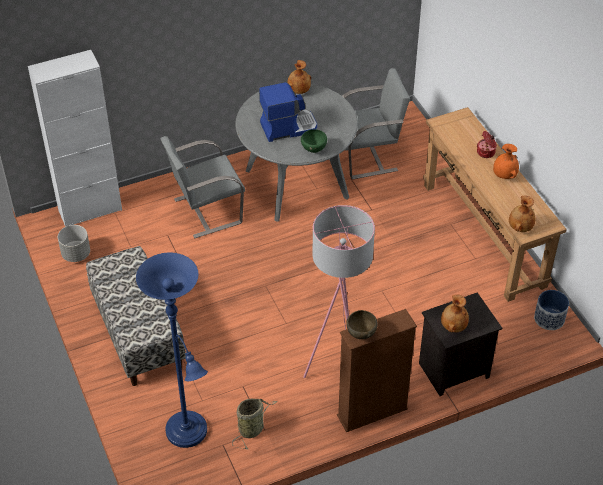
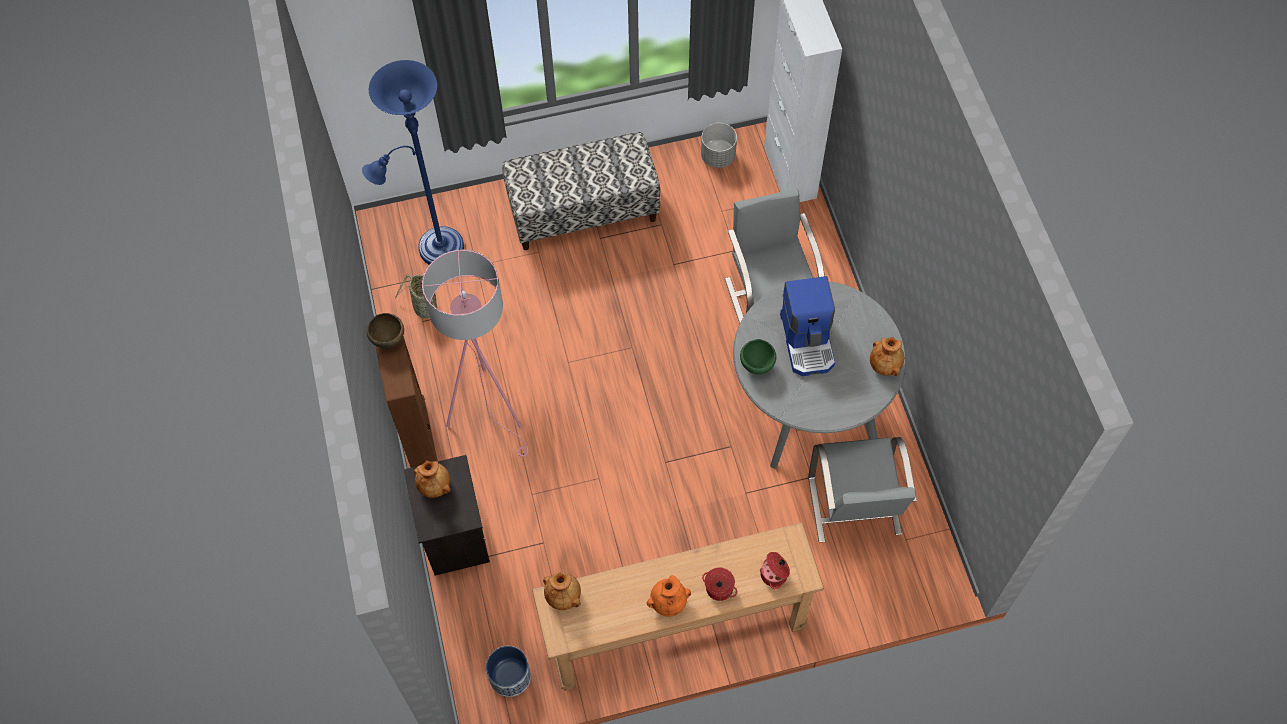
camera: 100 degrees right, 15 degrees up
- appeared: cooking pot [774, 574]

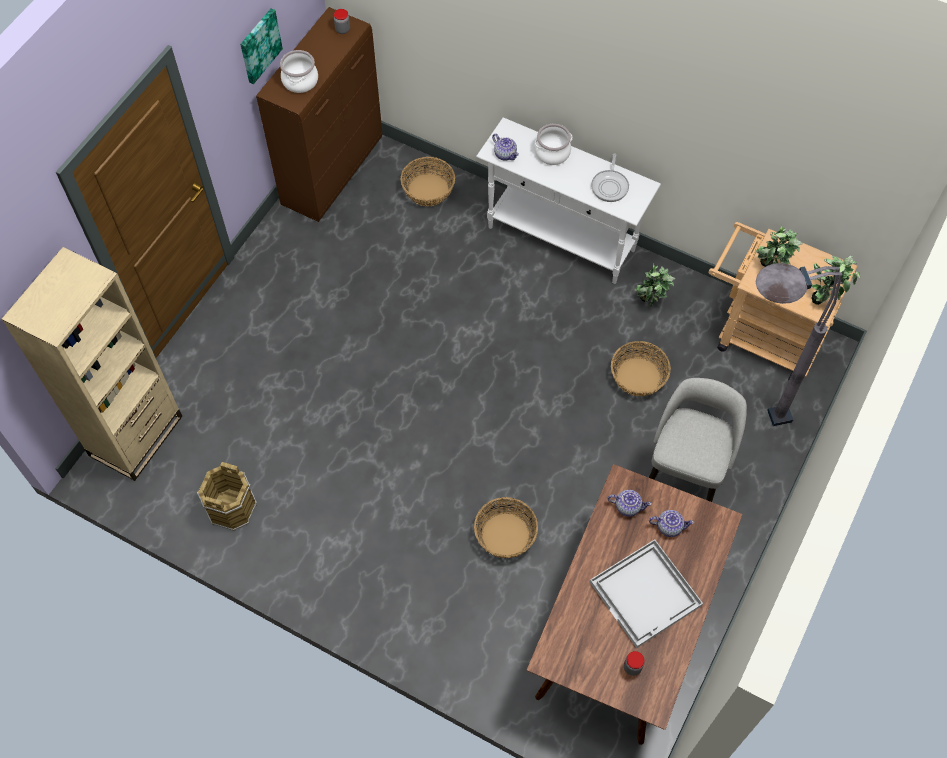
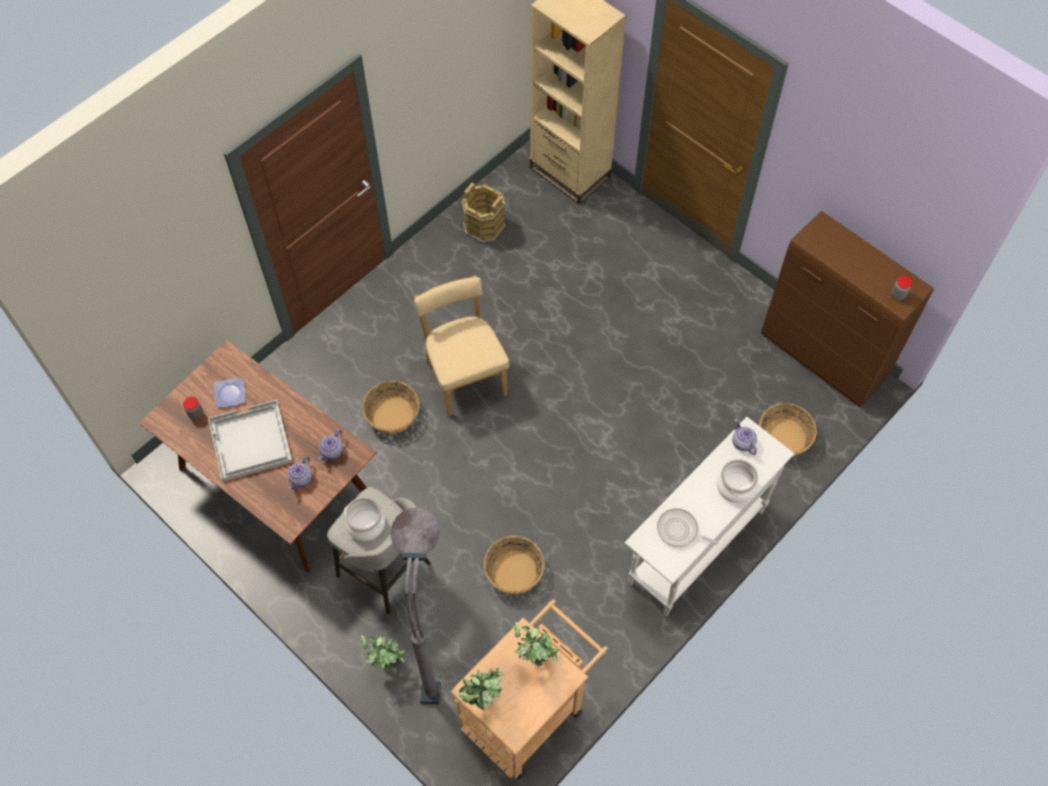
camera: 105 degrees right, 0 degrees up
- missing: picture [259, 45]
- relocated: cooking pot [300, 81] to [365, 525]
- spun: teapot [505, 154] = [742, 443] 90 degrees clockwise
- relocated: potted plant [650, 302] to [387, 664]
- appeared: chair (beige) [464, 375]
- appeared: plate [230, 393]

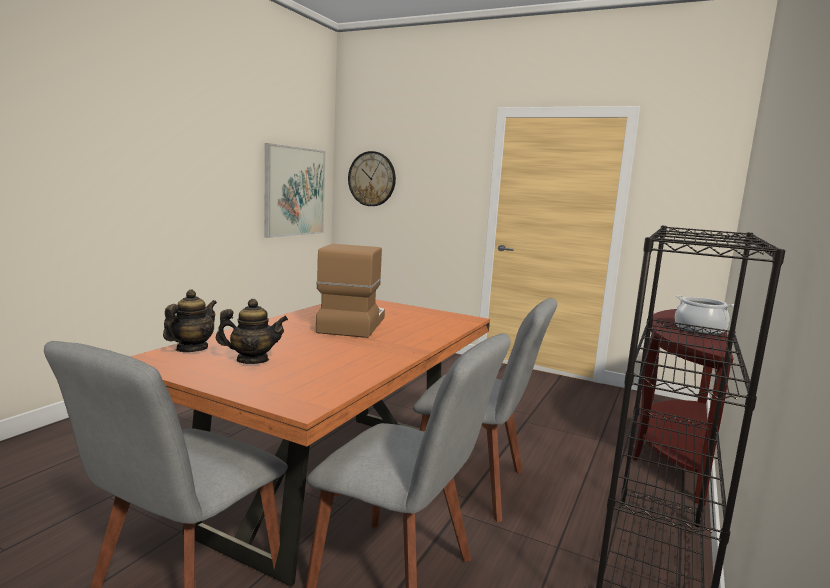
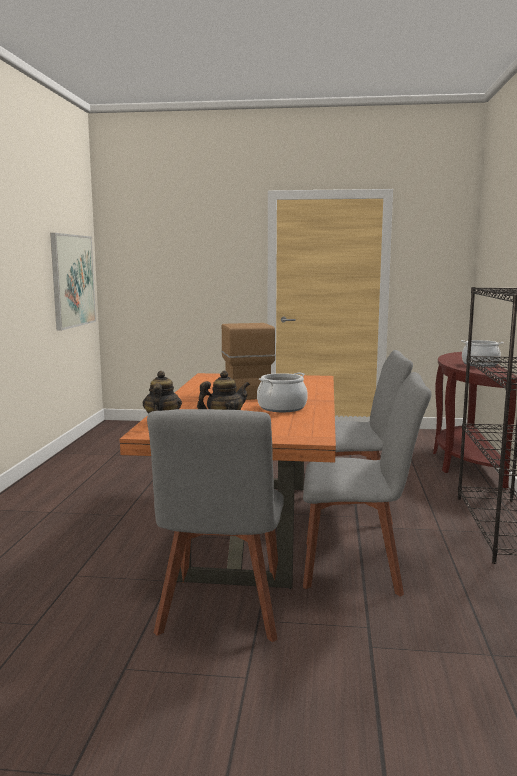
camera: 20 degrees left, 0 degrees up
- missing: wall clock [372, 179]
- appeared: cooking pot [282, 408]

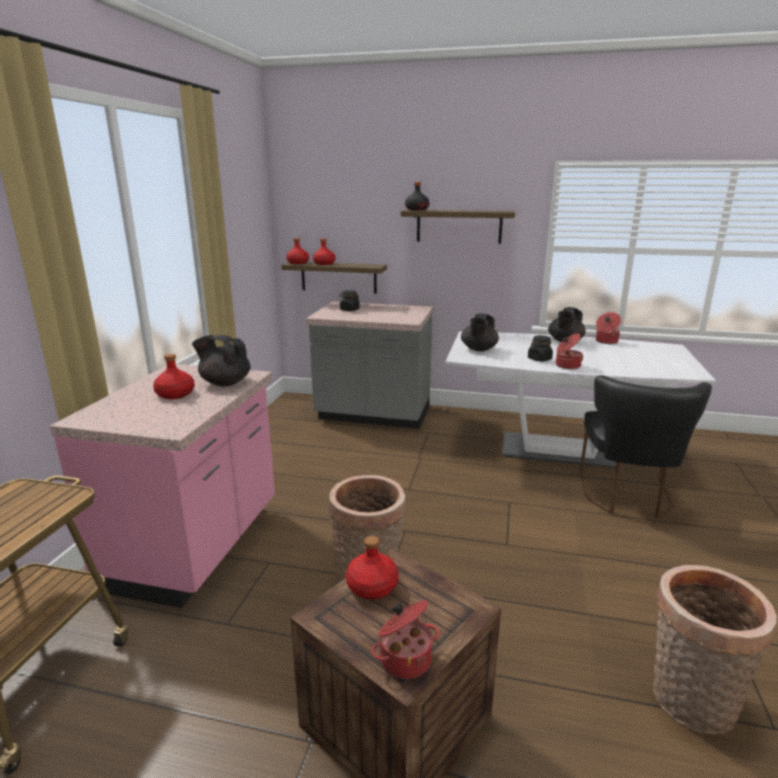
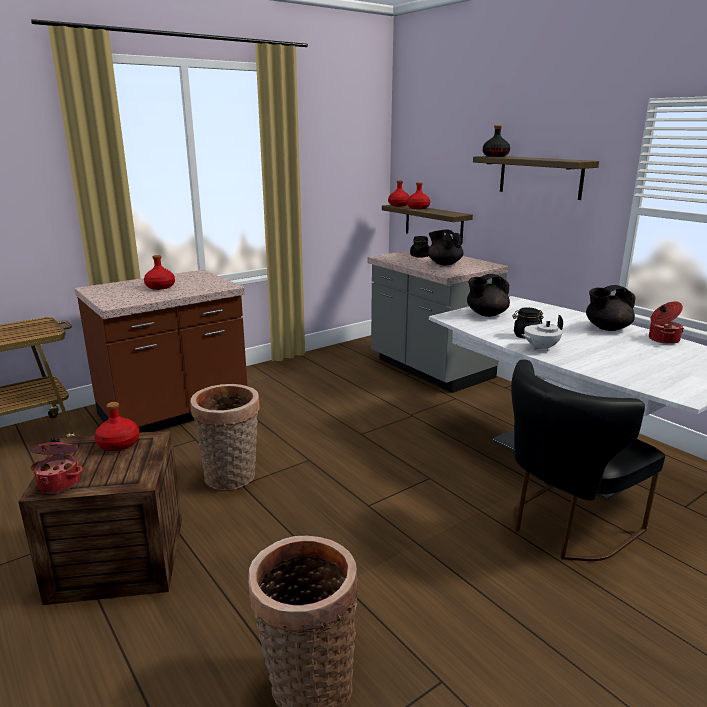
camera: 40 degrees right, 0 degrees up
- exchanged: cooking pot [567, 366] to teapot (white) [540, 348]
- relocated: teapot (black) [225, 383] to [444, 264]
- colour: counter (pink) [196, 546] to counter (brown) [174, 413]

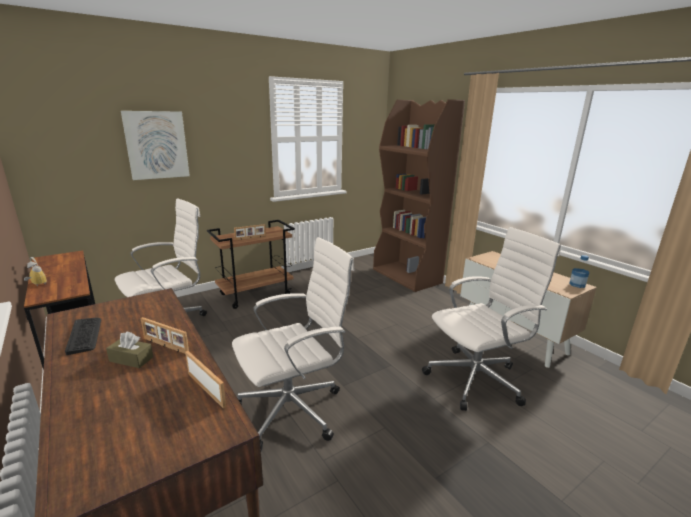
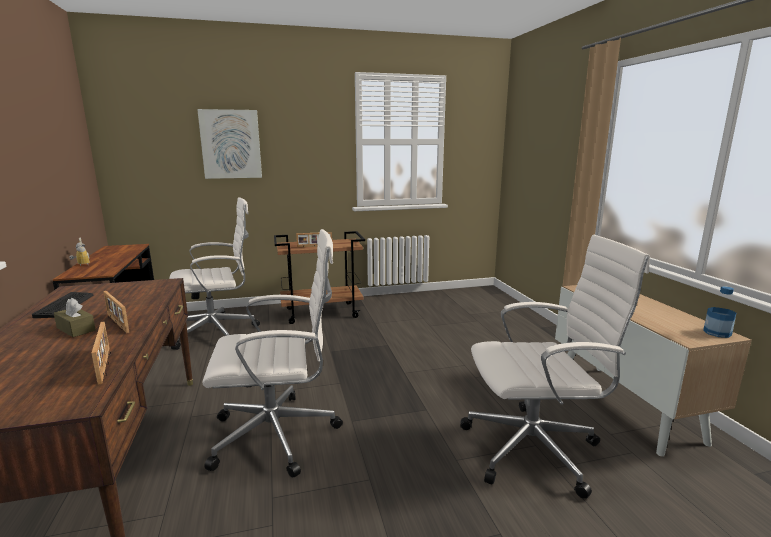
camera: 20 degrees right, 5 degrees down
- missing: bookcase (brown) [407, 276]

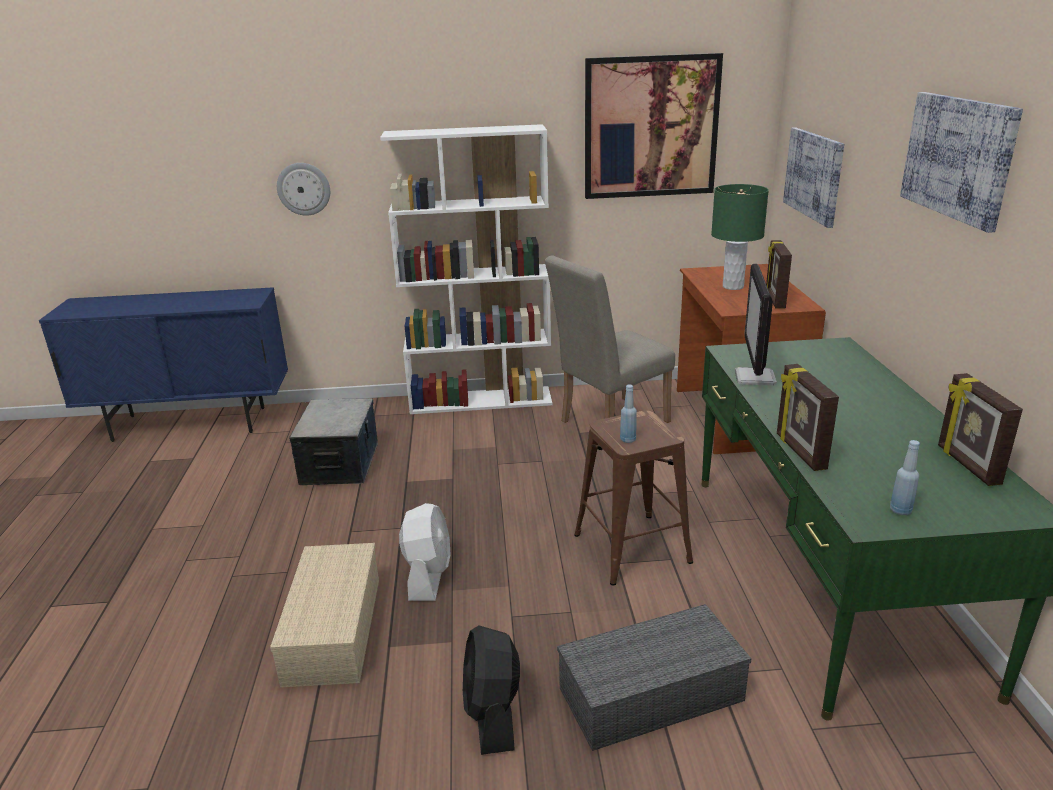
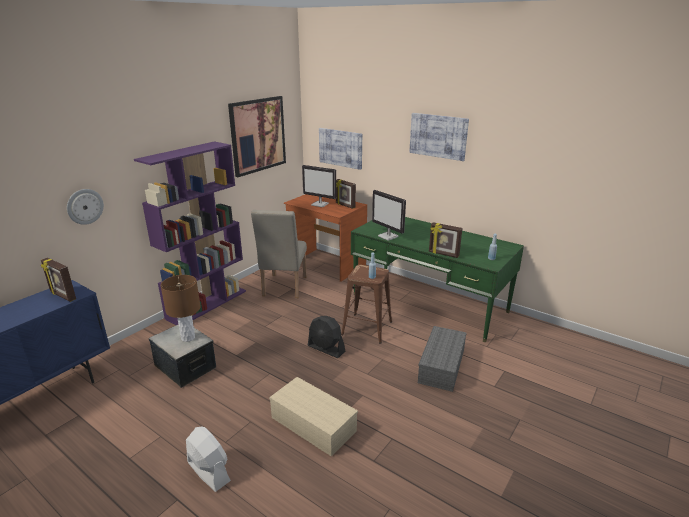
camera: 50 degrees left, 0 degrees up
- colour: bookcase (white) [481, 400] to bookcase (purple) [207, 304]
- exchanged: table lamp (green) [733, 286] to monitor [320, 204]
- relocated: picture frame [967, 465] to [62, 296]
- relocated: fan (white) [428, 575] to [208, 471]
- relocated: fan (black) [492, 713] to [326, 349]
- appeared: table lamp (brown) [188, 337]

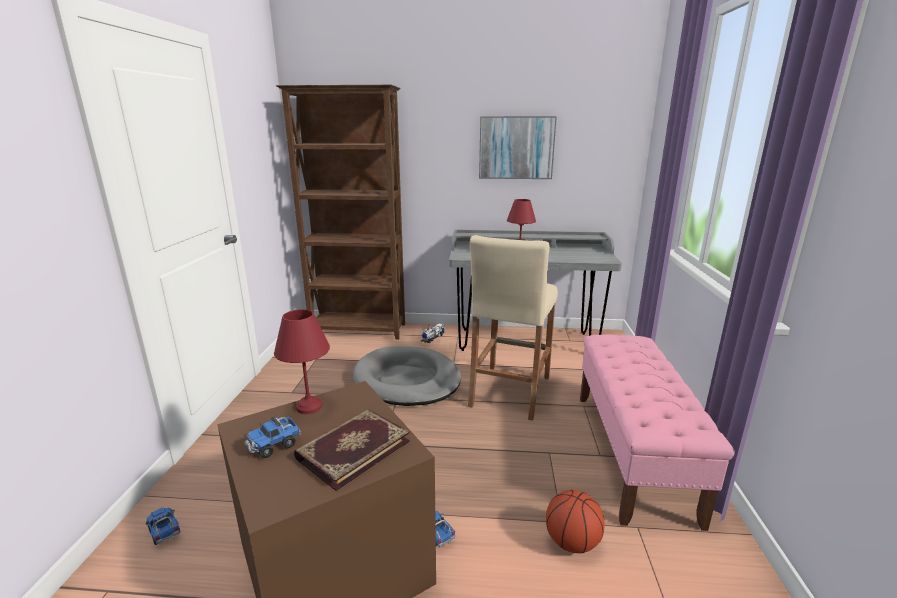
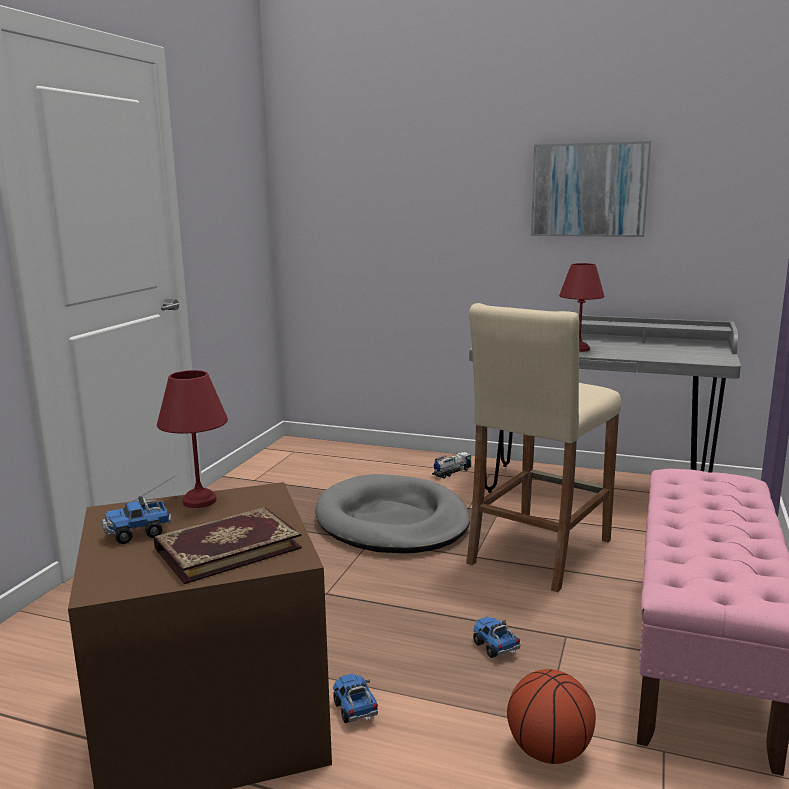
camera: 15 degrees right, 5 degrees down
- missing: bookcase (brown) [359, 330]
- relocated: toy truck [165, 532] to [495, 647]

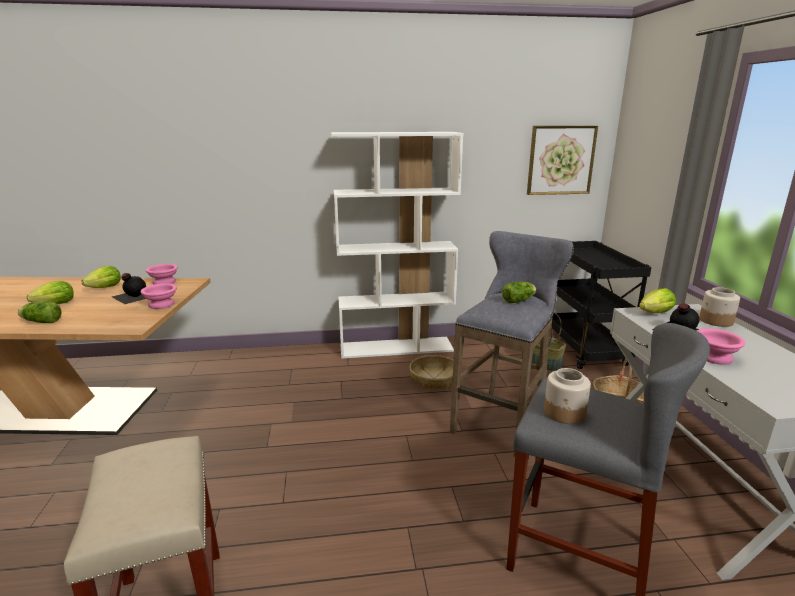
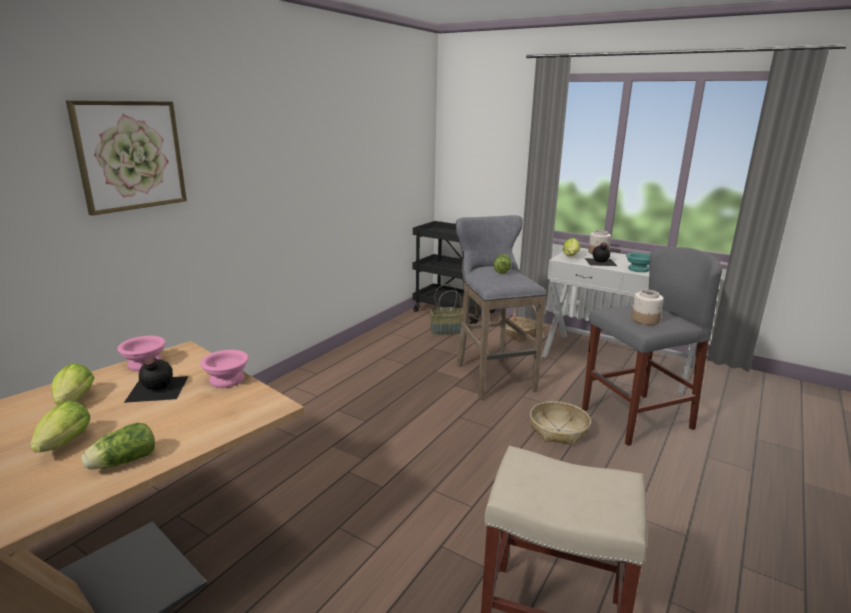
camera: 50 degrees left, 0 degrees up
- relocated: picture [560, 160] to [130, 155]
- missing: bookcase (white) [396, 347]
- colour: bowl (pink) [715, 358] to bowl (turquoise) [639, 269]
- relocated: basket [434, 378] to [558, 430]

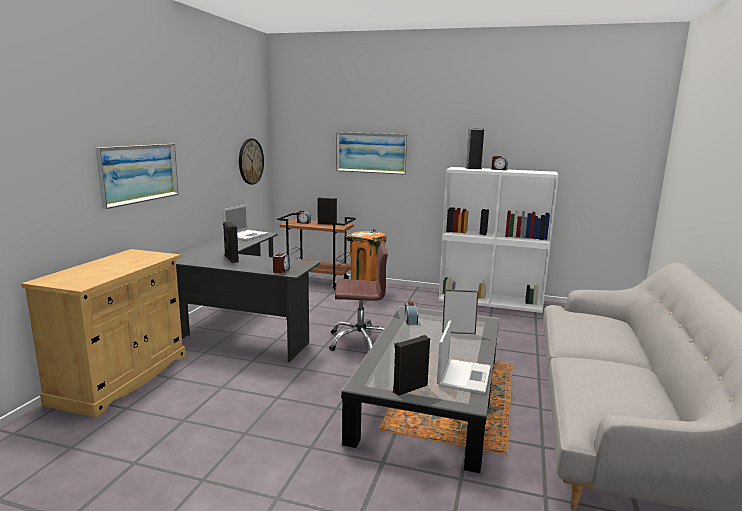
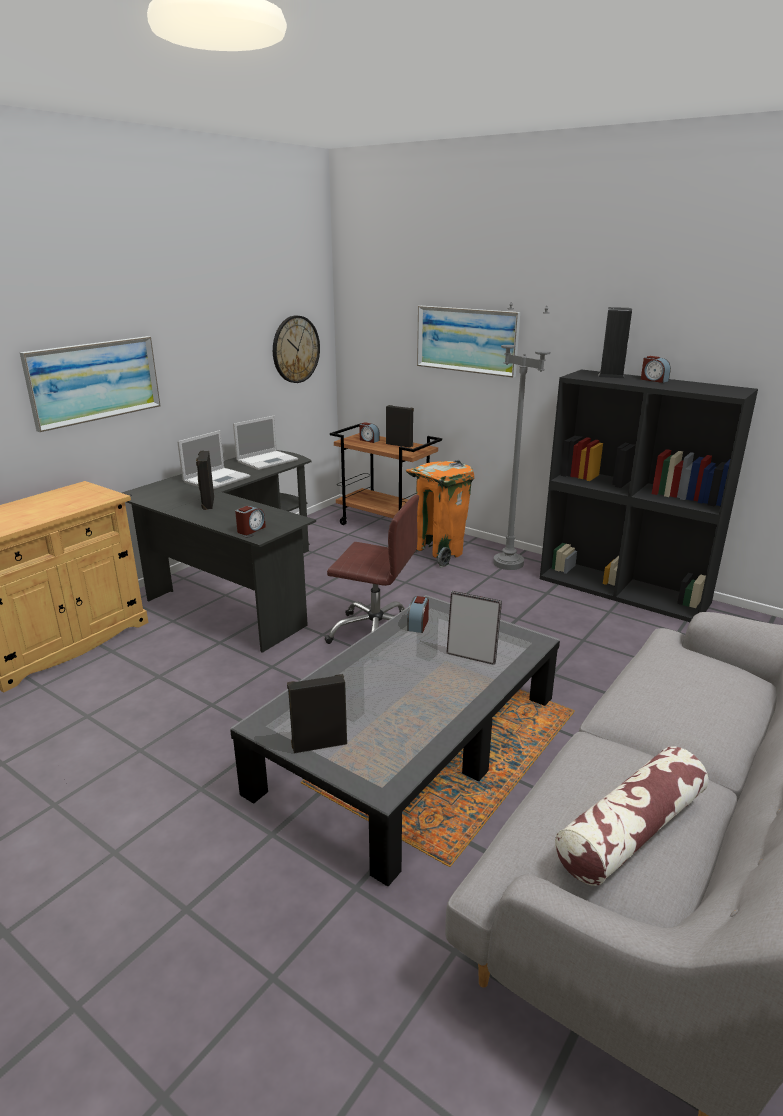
camera: 20 degrees right, 10 degrees up
- colour: bookcase (white) [490, 301] to bookcase (black) [624, 590]
- relocated: laptop [464, 375] to [217, 479]
- appeared: floor lamp (grey) [508, 563]
- appeared: pillow [631, 830]

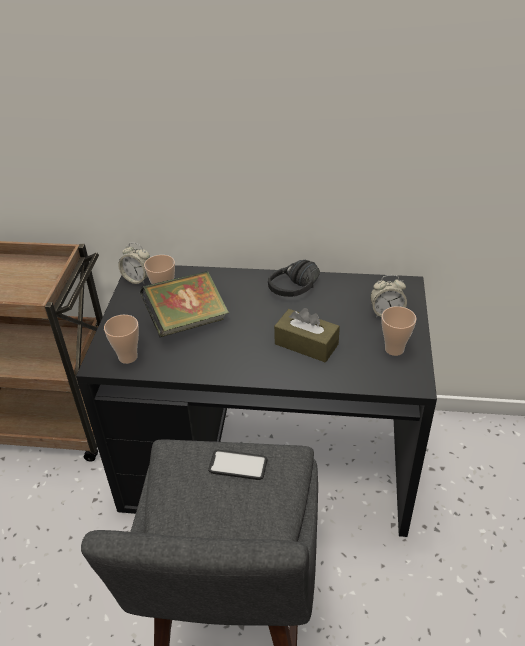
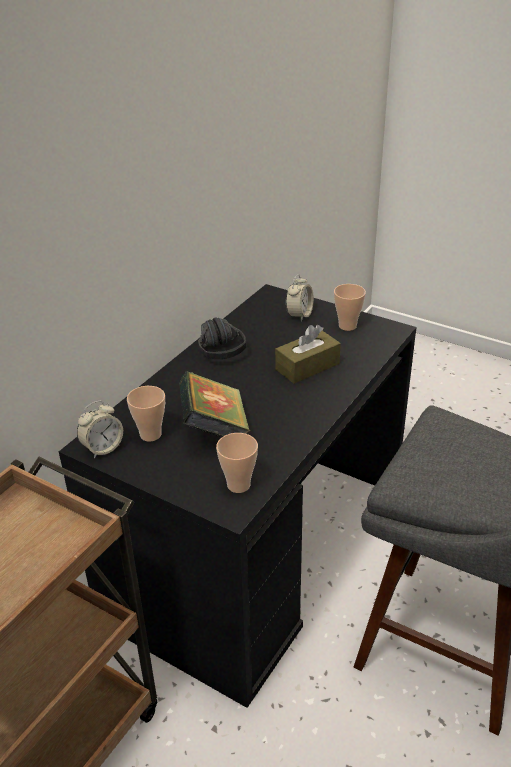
camera: 65 degrees left, 5 degrees down
- missing: phone [238, 465]

